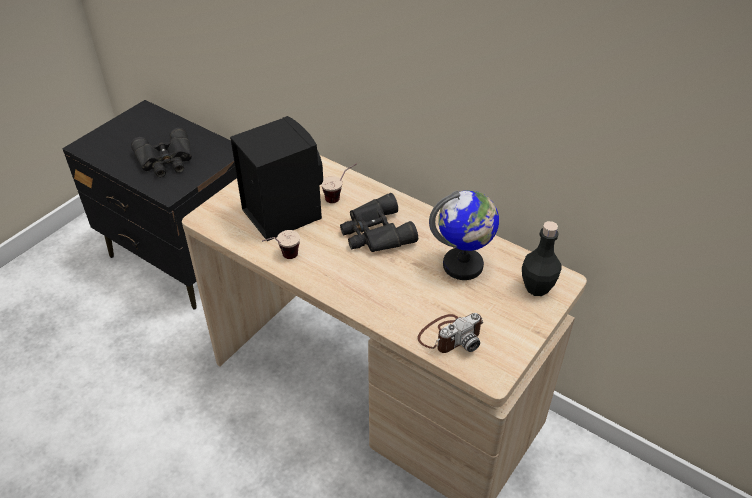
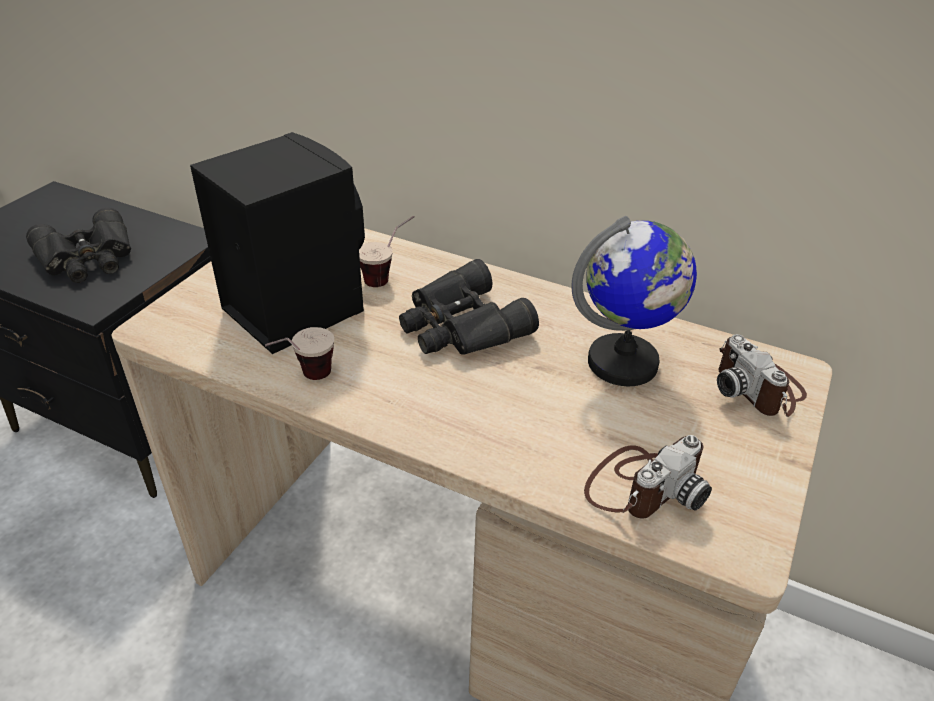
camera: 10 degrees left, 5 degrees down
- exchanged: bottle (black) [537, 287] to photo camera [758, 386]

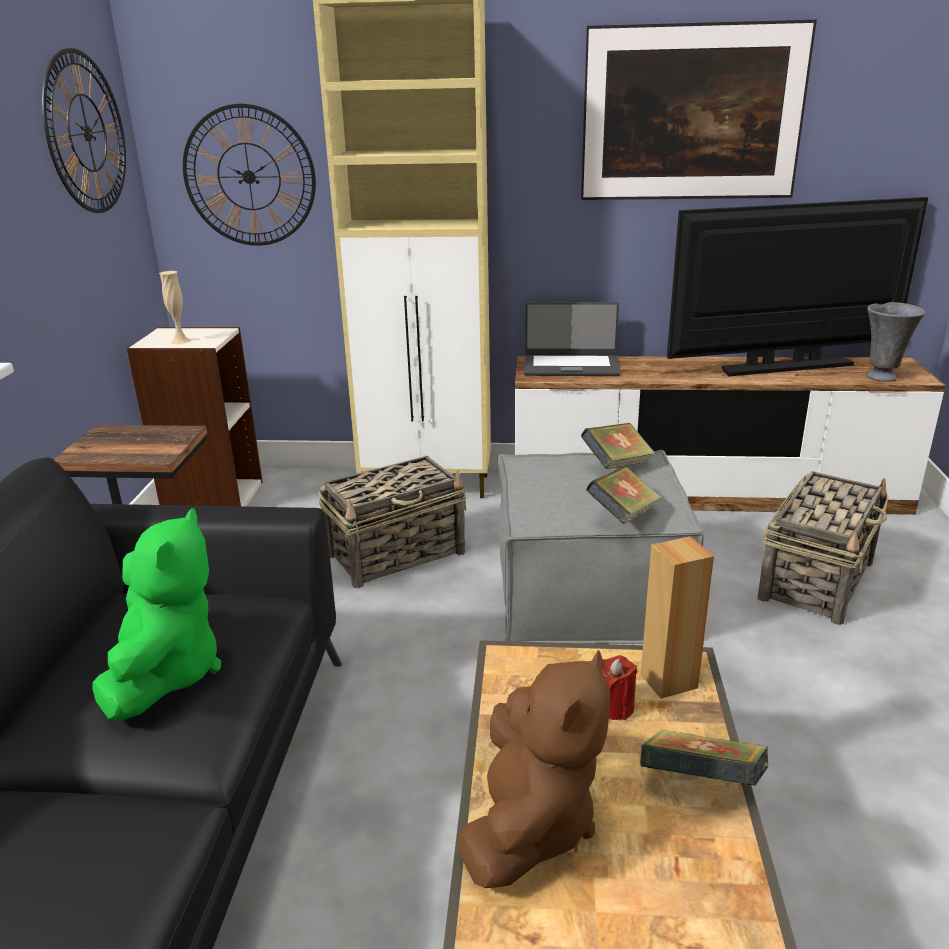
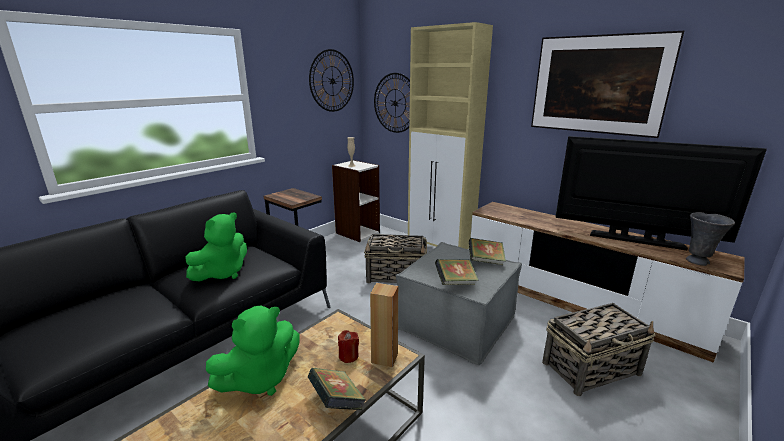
camera: 35 degrees right, 5 degrees down
- missing: laptop [571, 366]
- colour: plush toy (brown) [530, 825] to plush toy (green) [260, 379]

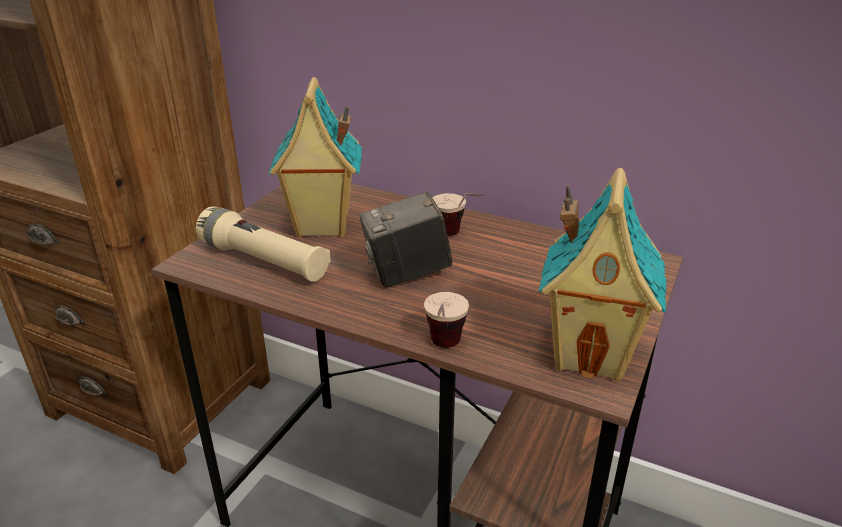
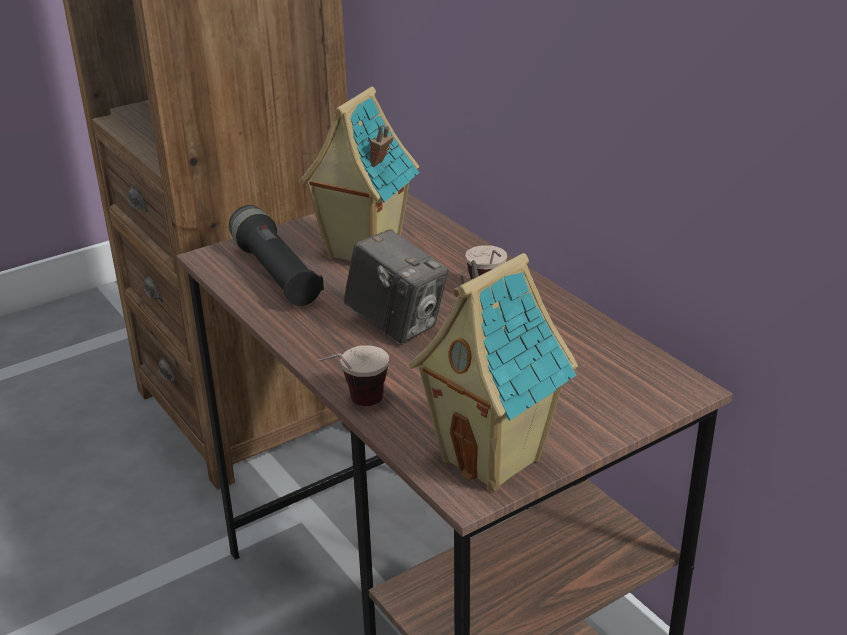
camera: 30 degrees right, 0 degrees up
- spun: photo camera [407, 274] = [396, 324] 150 degrees counterclockwise
- colour: flashlight (beige) [263, 261] to flashlight (black) [276, 273]

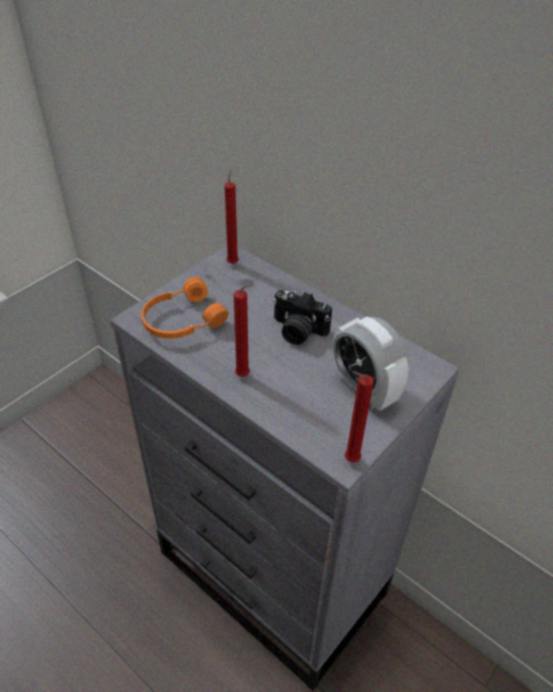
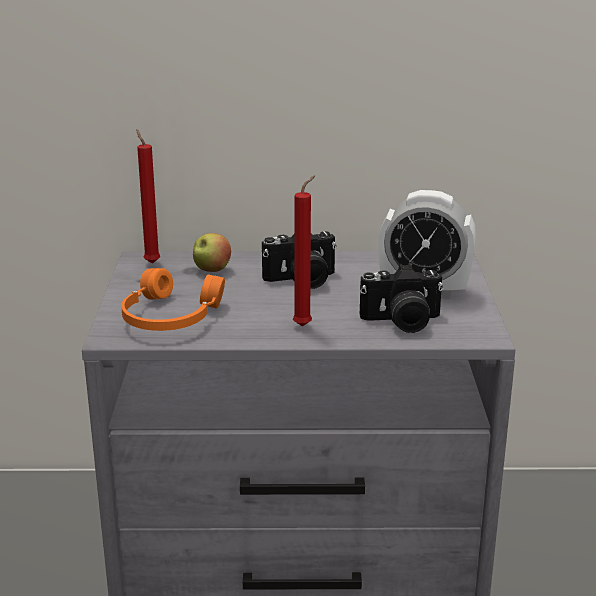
camera: 40 degrees left, 20 degrees down
- missing: candle (red) [349, 460]
- appeared: apple [212, 270]
- appeared: photo camera [402, 322]

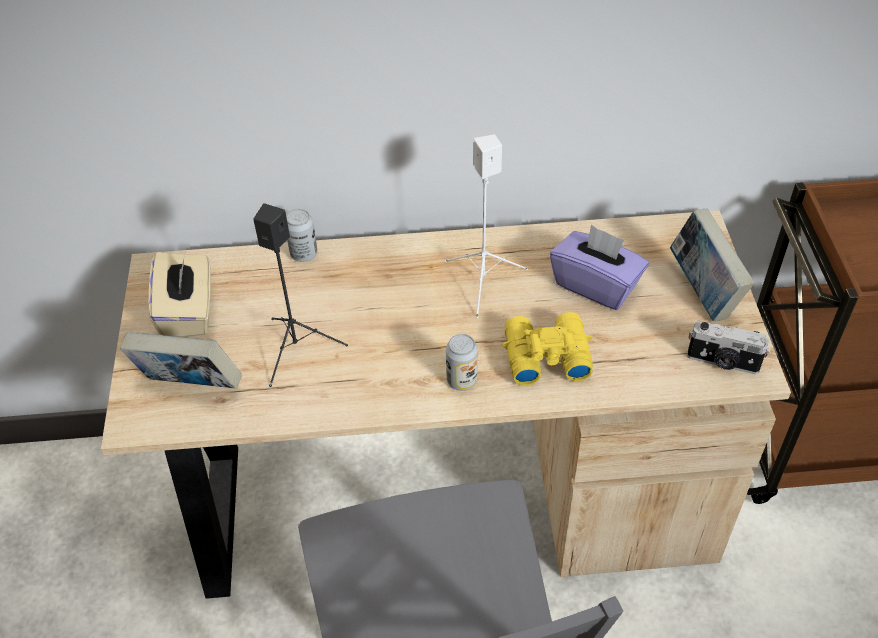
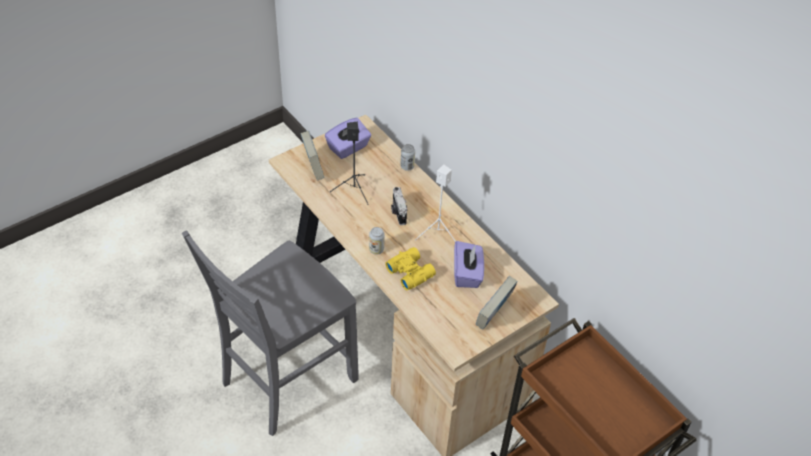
camera: 55 degrees right, 0 degrees up
- colour: tissue box (beige) [188, 312] to tissue box (purple) [348, 148]
- relocated: photo camera [722, 362] to [398, 212]

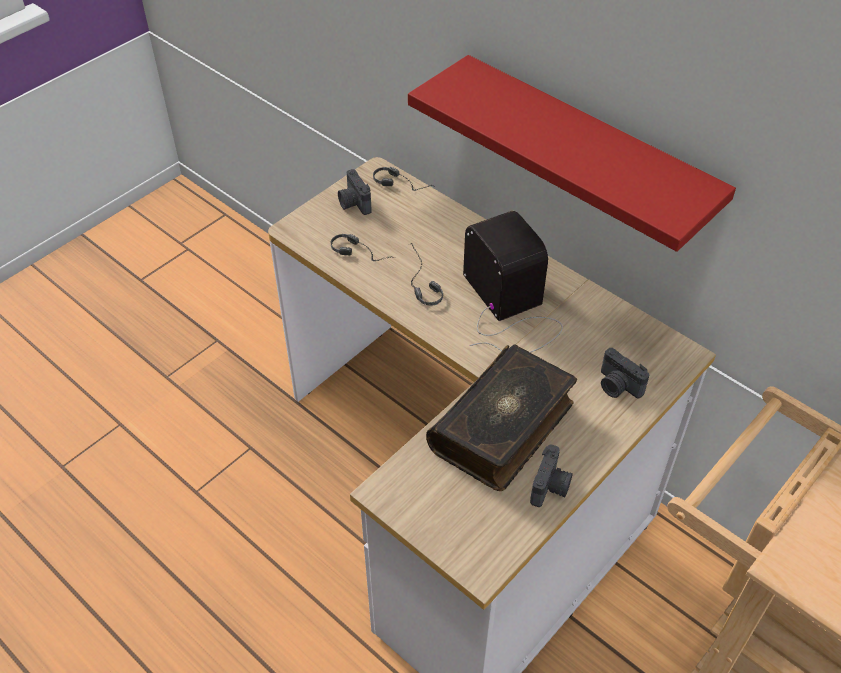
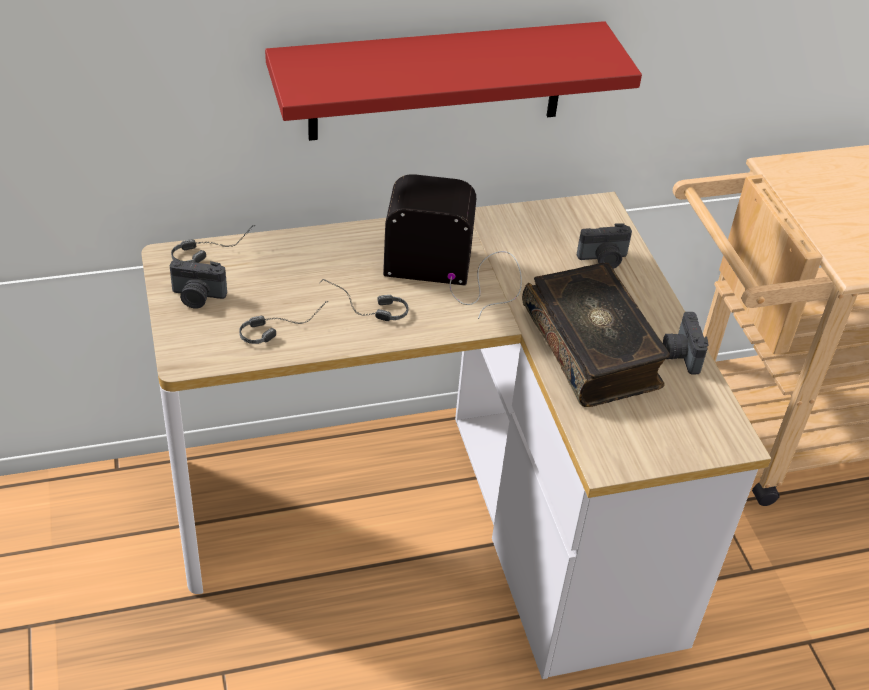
camera: 60 degrees left, 5 degrees down
- spun: photo camera [551, 487] = [680, 355] 150 degrees counterclockwise

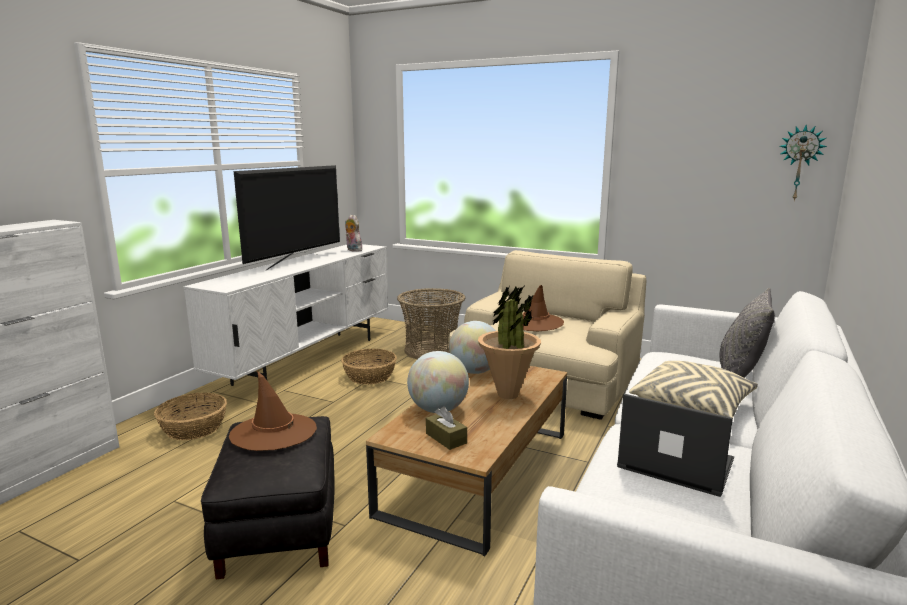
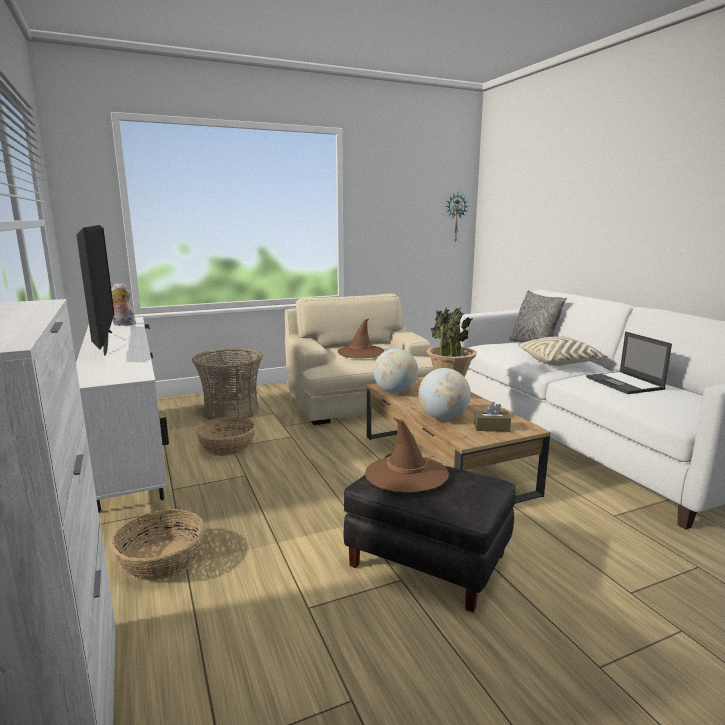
camera: 50 degrees left, 0 degrees up
- spun: laptop [674, 463] = [625, 383] 90 degrees counterclockwise

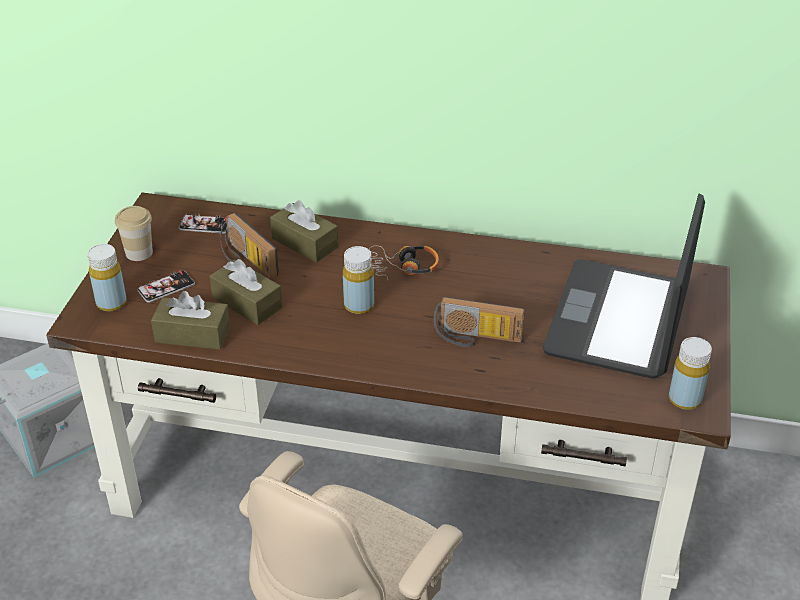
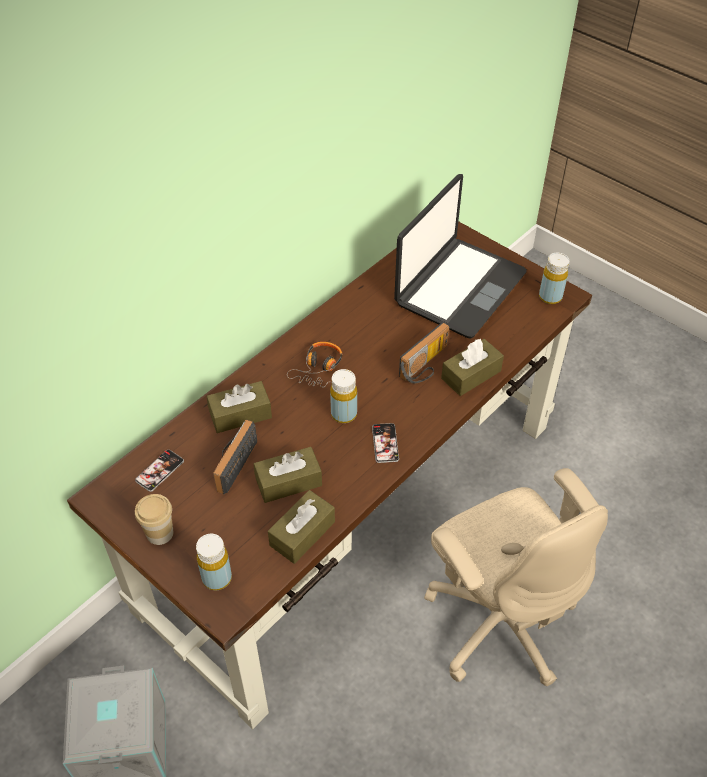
camera: 60 degrees left, 10 degrees up
- spun: laptop [619, 321] = [459, 288] 105 degrees counterclockwise
- spun: radio [245, 260] = [232, 462] 120 degrees clockwise
- relocated: phone [166, 287] to [385, 443]
- appeared: tissue box (brown) [471, 375]

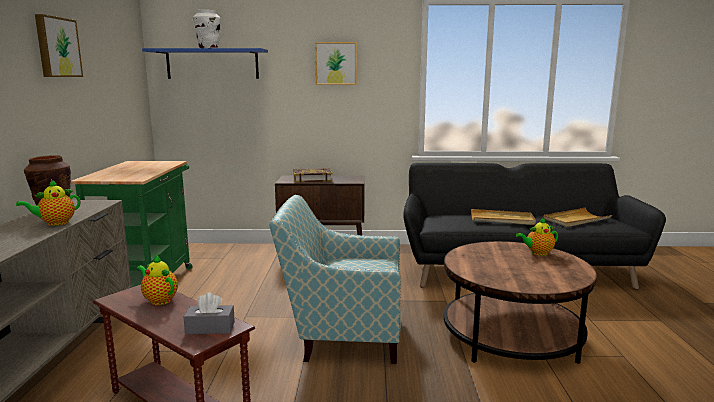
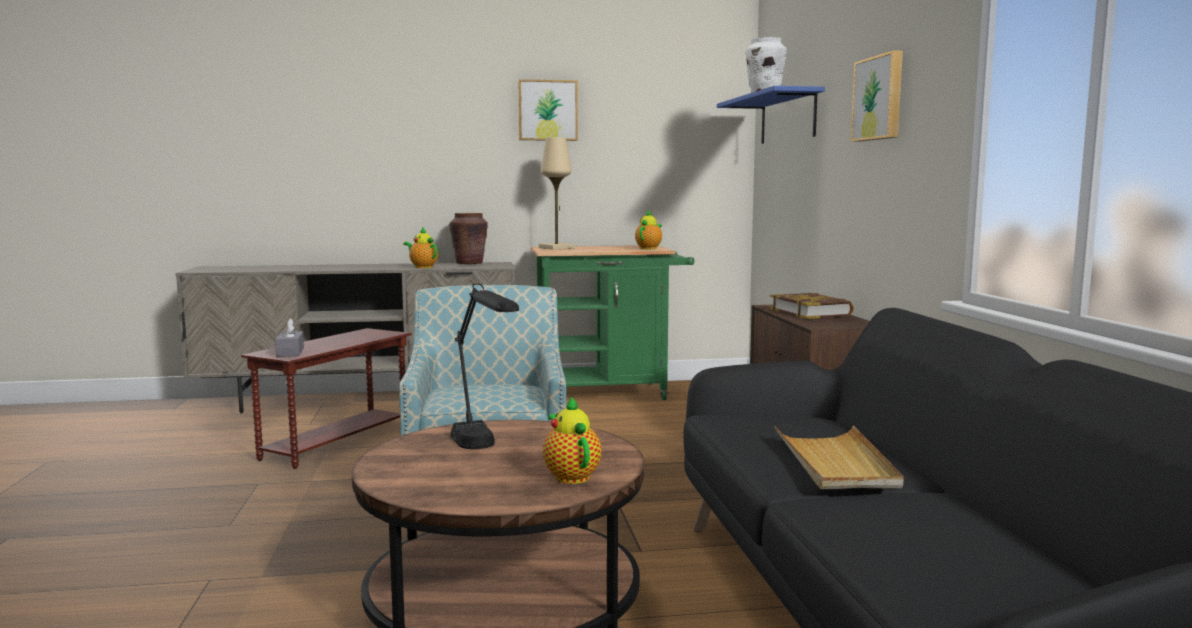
camera: 80 degrees right, 5 degrees down
- missing: tray (beige) [576, 220]
- relocated: teapot [159, 300] to [649, 248]
- appeared: table lamp (beige) [556, 248]
- appeared: table lamp (black) [483, 451]

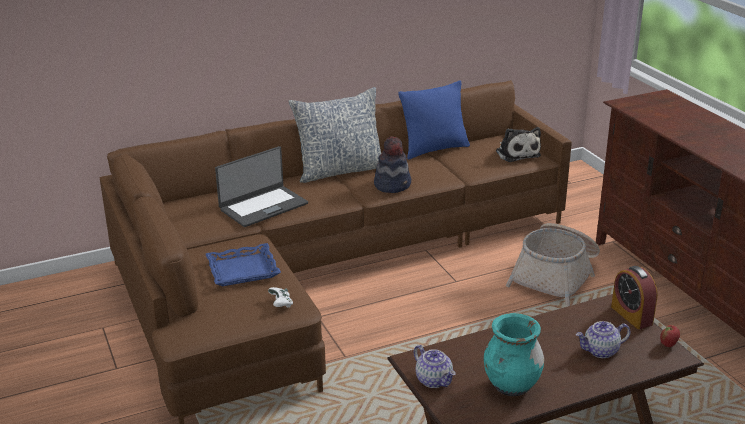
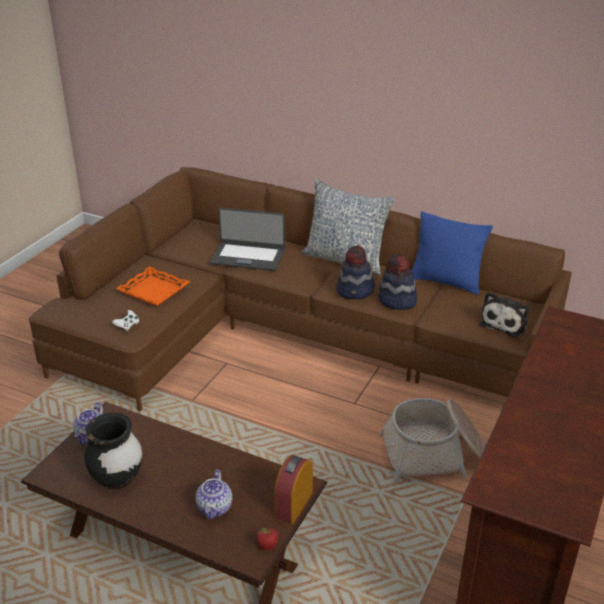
camera: 50 degrees right, 5 degrees up
- colour: tray (blue) [243, 270] to tray (orange) [153, 291]
- colour: vase (turquoise) [512, 386] to vase (black) [117, 478]
- spun: teapot [601, 351] = [215, 508] 120 degrees counterclockwise
- appeared: hat [396, 300]

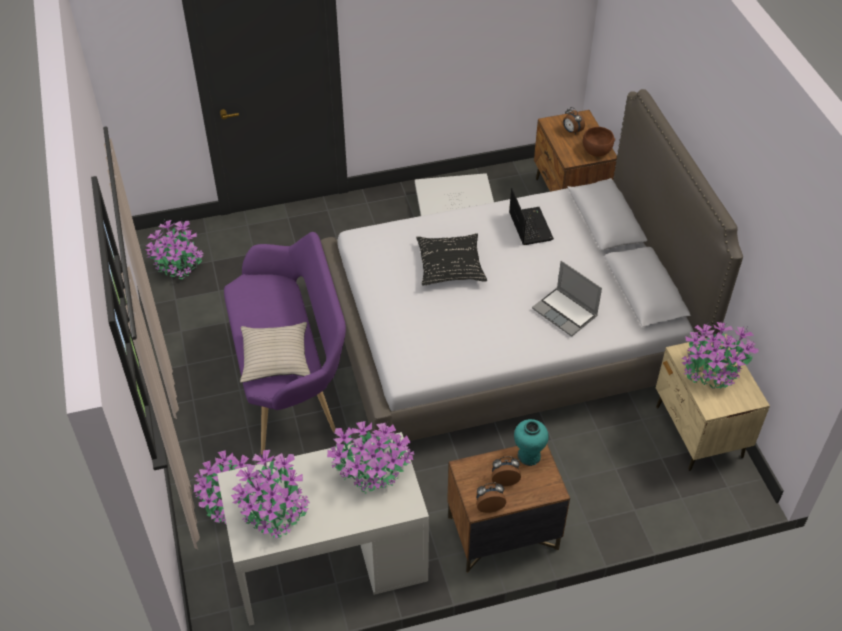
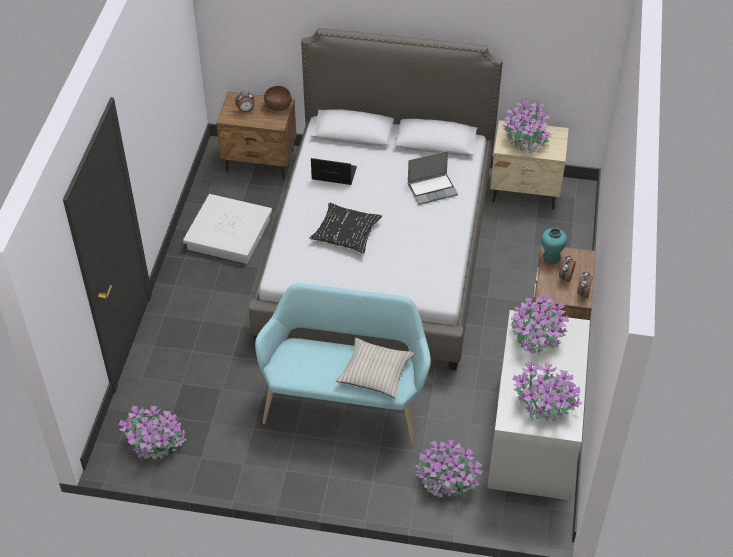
camera: 65 degrees left, 0 degrees up
- colour: bench (purple) [291, 378] to bench (turquoise) [345, 401]

